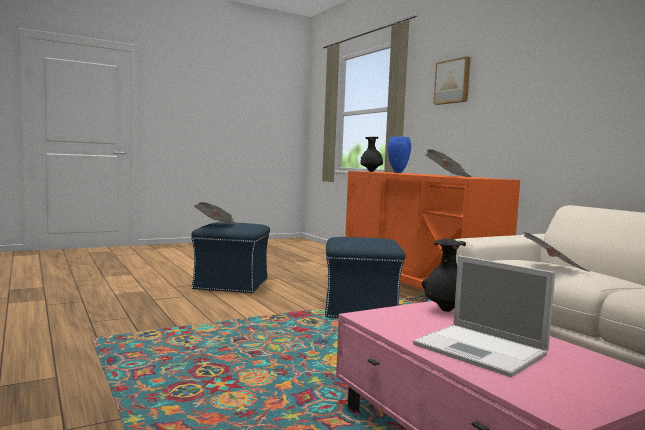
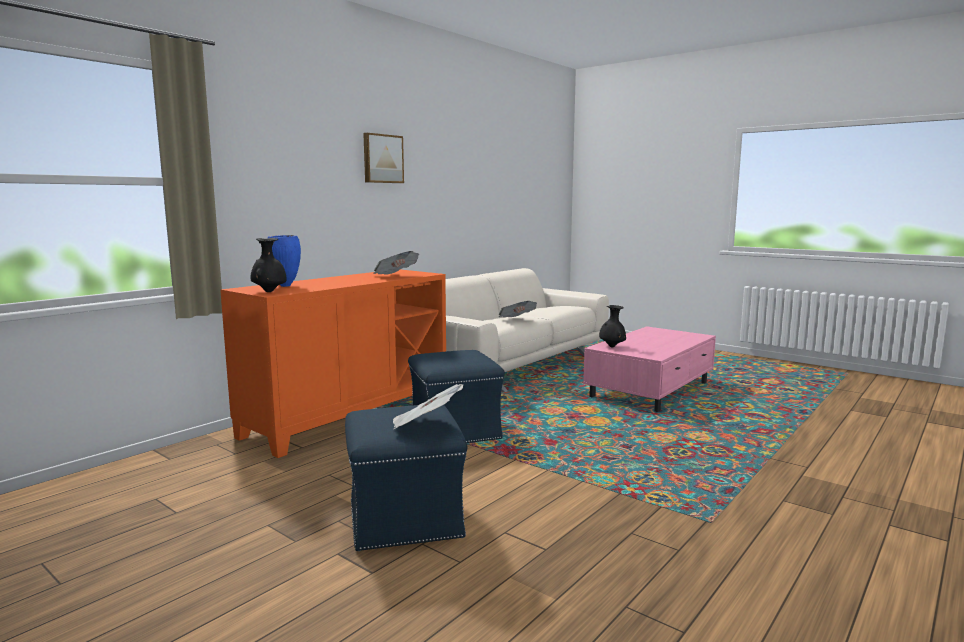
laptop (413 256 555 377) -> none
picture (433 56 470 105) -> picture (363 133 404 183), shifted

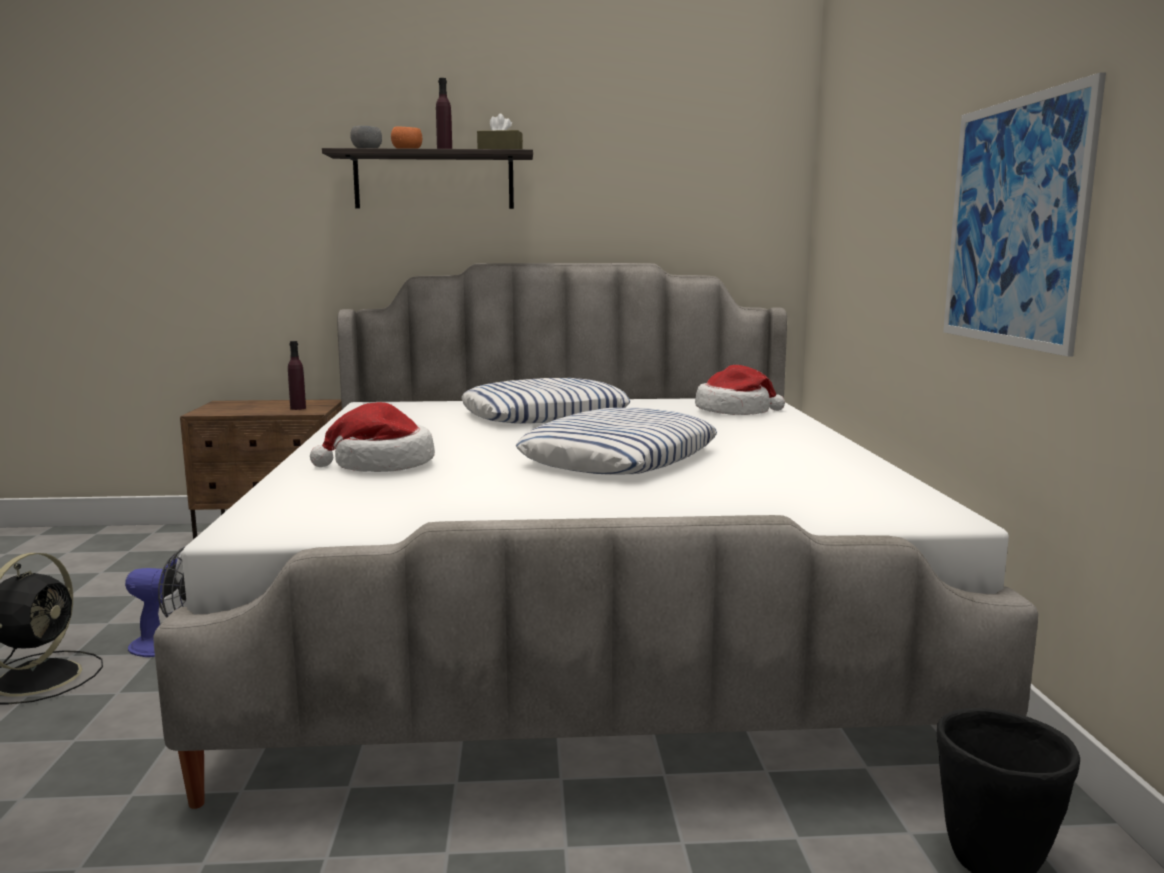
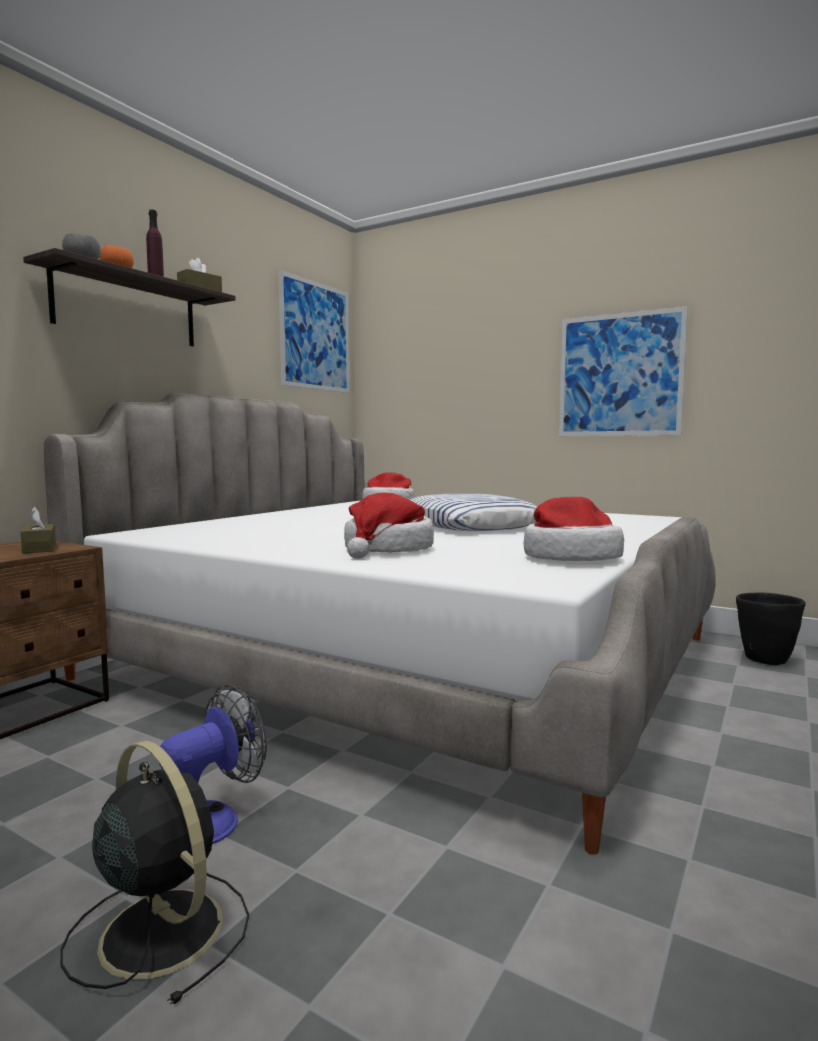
pillow (461 378 630 424) -> none
none -> picture (278 270 349 393)
none -> hat (523 497 624 561)
bottle (purple) (288 341 306 410) -> tissue box (brown) (20 507 56 554)

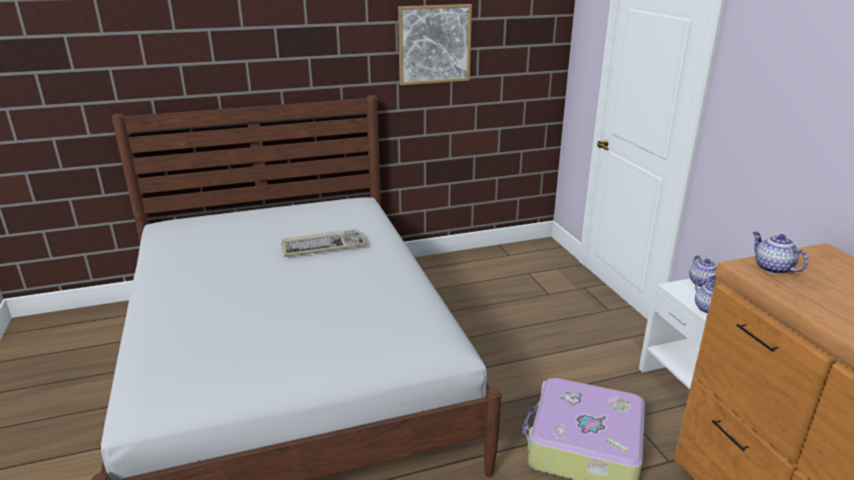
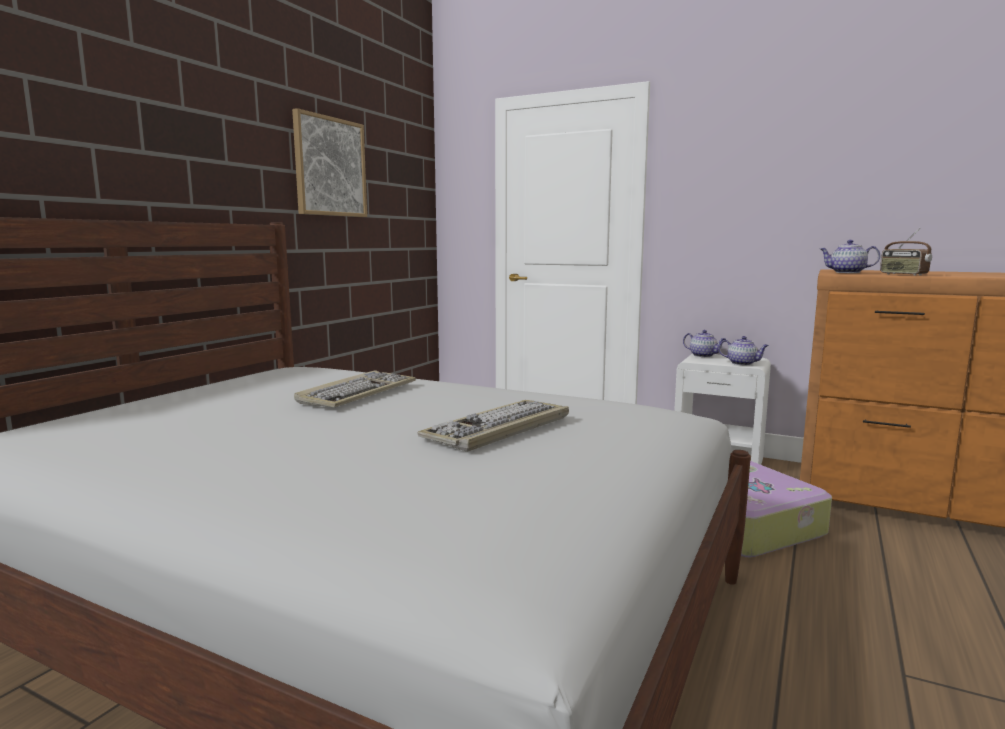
none -> keyboard (417 400 569 452)
none -> radio (880 228 932 275)

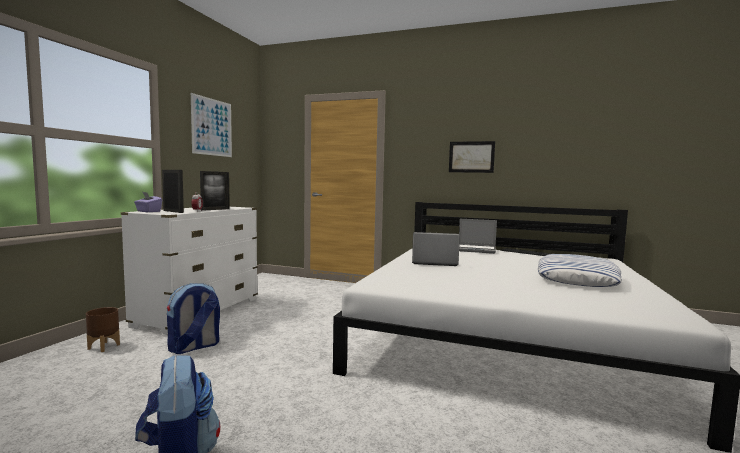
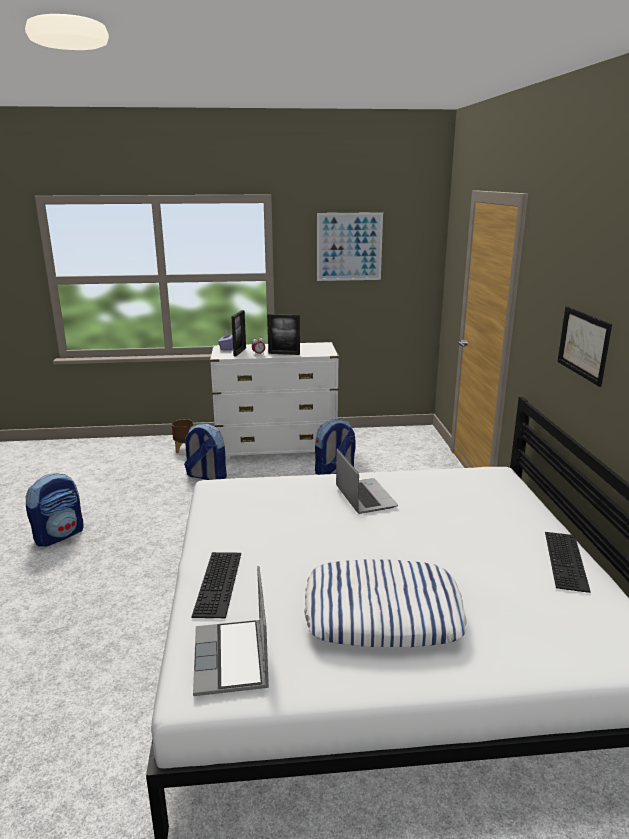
none -> keyboard (191 552 241 618)
none -> backpack (315 419 356 475)
laptop (459 219 497 254) -> laptop (193 566 269 696), shifted

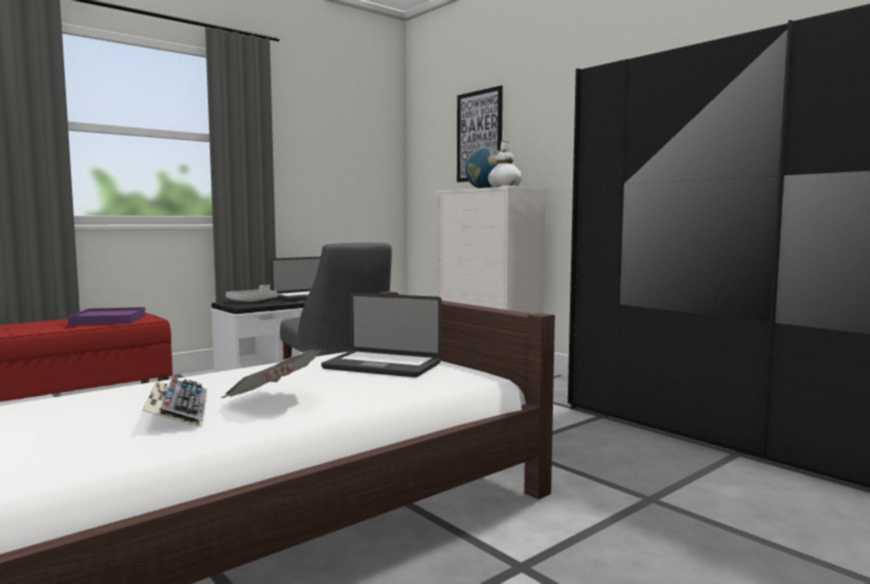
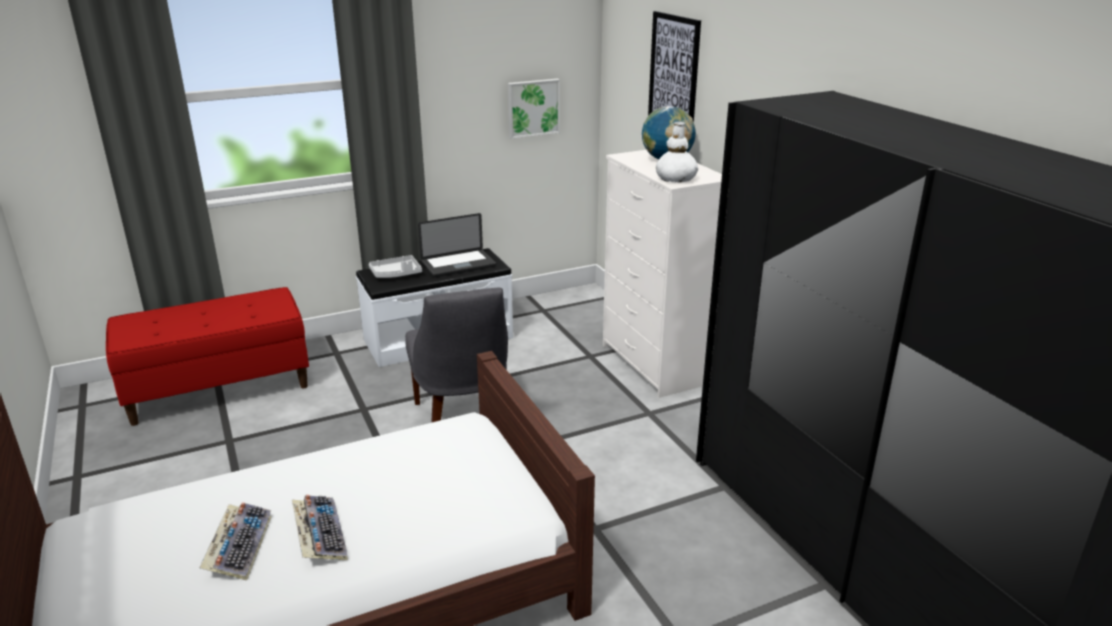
tray (purple) (68 307 145 325) -> none
laptop (321 293 442 377) -> none
none -> picture (508 79 560 139)
newspaper (221 349 321 398) -> keyboard (292 495 348 560)

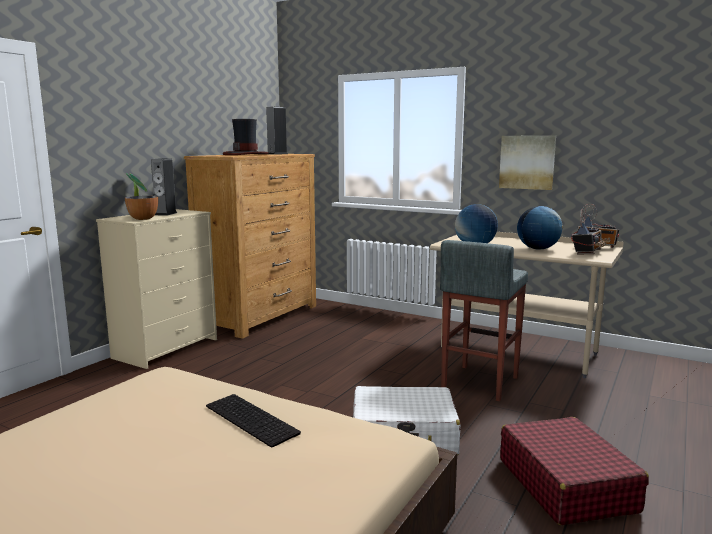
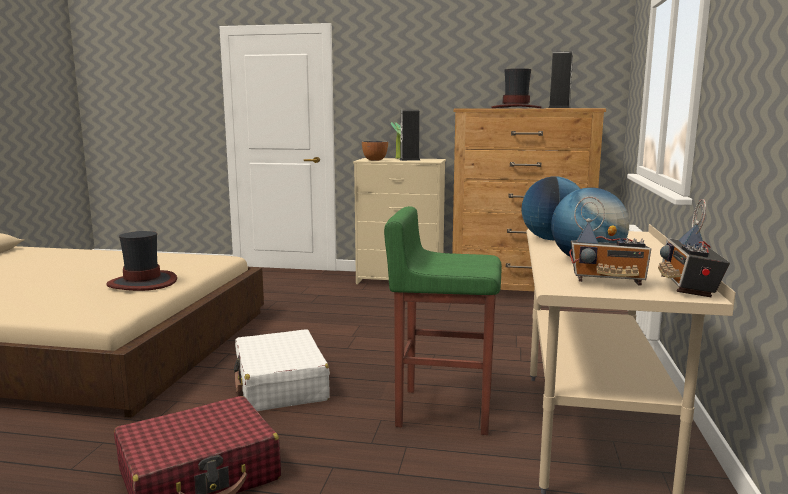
picture (499 135 556 190) -> none
keyboard (206 394 301 448) -> hat (106 231 177 291)
stool (grey) (440 240 528 401) -> stool (green) (384 206 502 435)

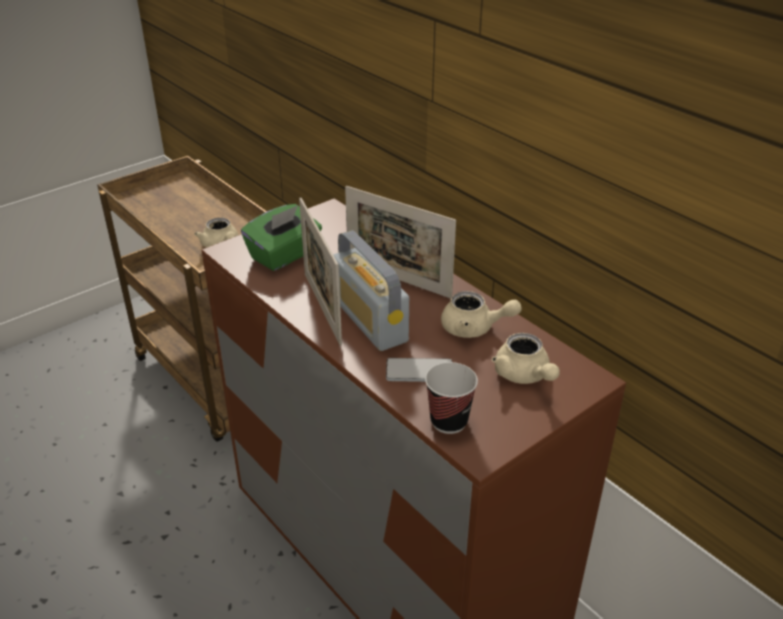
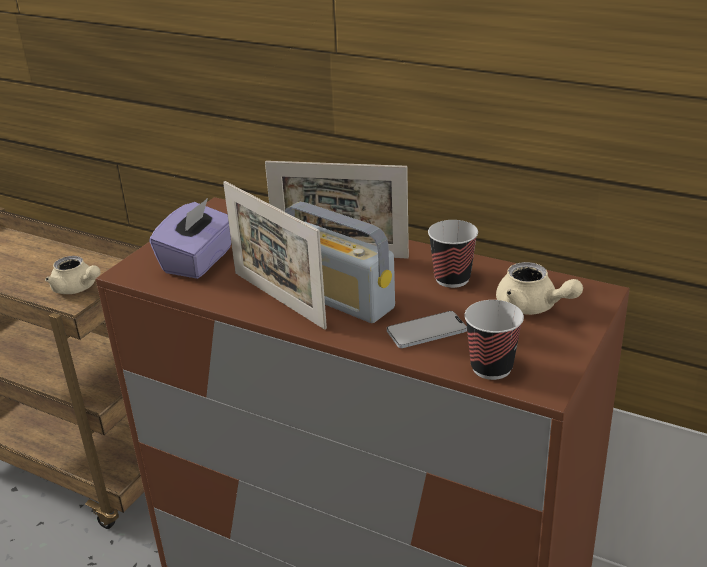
teapot (beige) (441 291 522 338) -> cup (428 220 478 288)
tissue box (green) (241 204 322 271) -> tissue box (purple) (149 198 231 279)

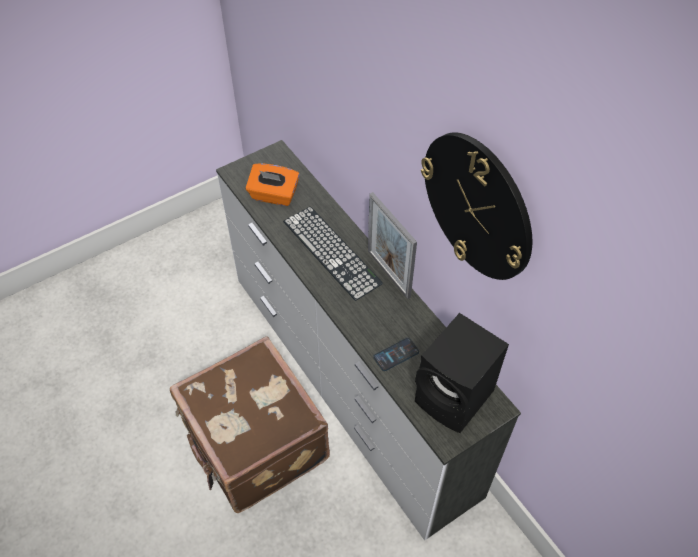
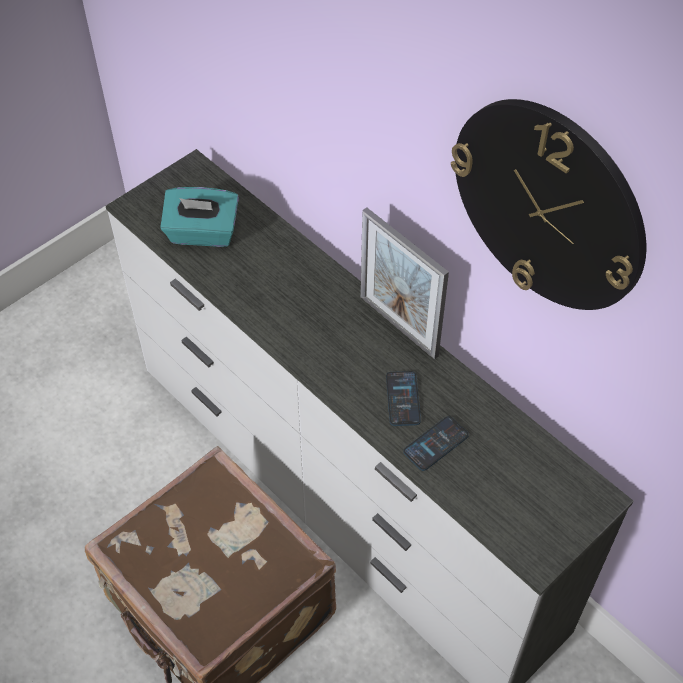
keyboard (283 206 383 301) -> none
speaker (black) (415 313 509 433) -> none
none -> phone (386 371 421 426)
tissue box (orange) (246 163 299 206) -> tissue box (turquoise) (160 187 239 247)

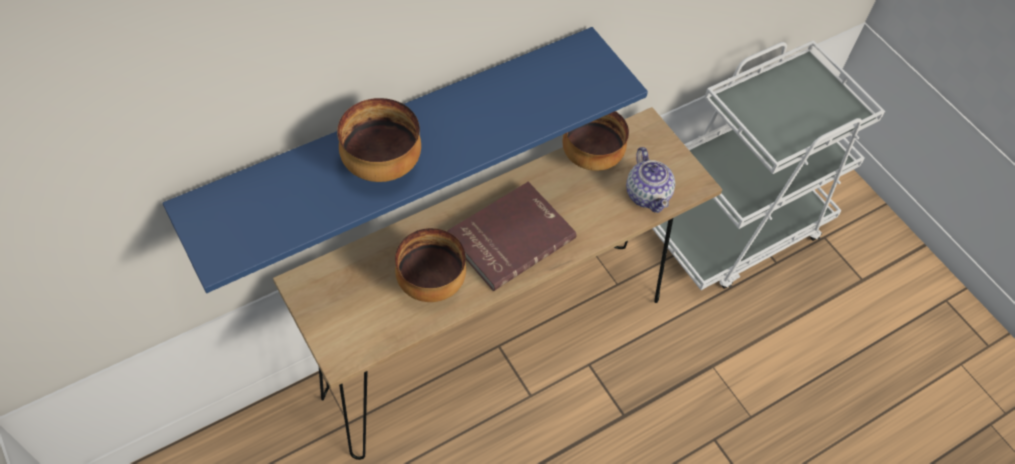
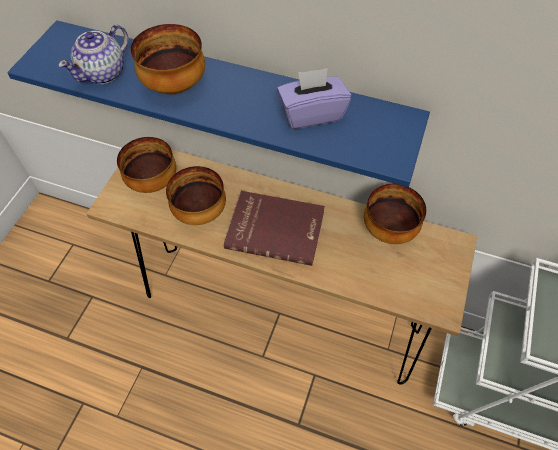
none -> bowl (117 137 176 193)
none -> tissue box (purple) (277 68 352 129)
teapot (626 147 675 213) -> teapot (58 25 129 84), shifted

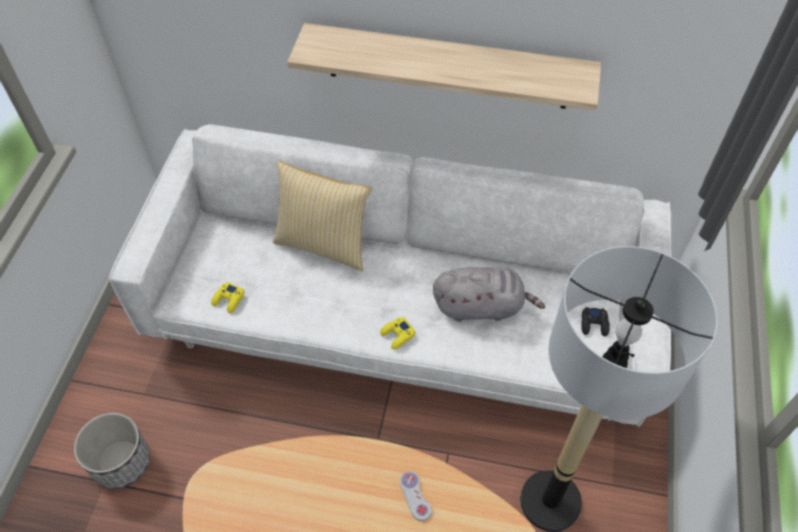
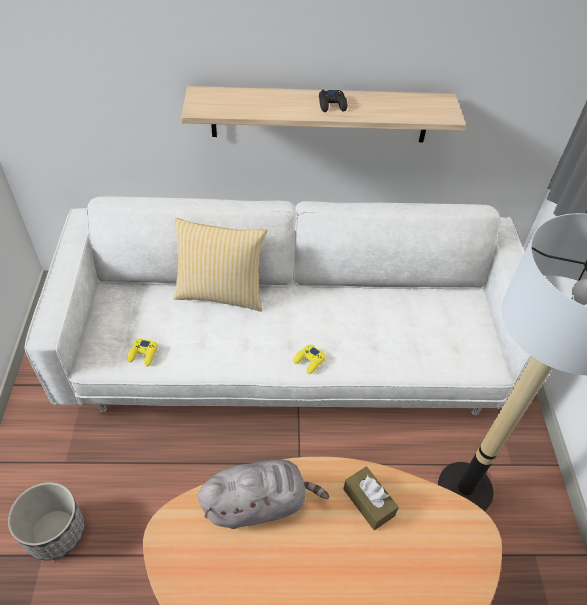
plush toy (grey) (433 267 545 322) -> plush toy (grey) (198 460 330 529), shifted
game controller (black) (581 307 610 336) -> game controller (black) (319 90 347 112), shifted
game controller (white) (400 471 432 521) -> tissue box (brown) (343 466 399 530)

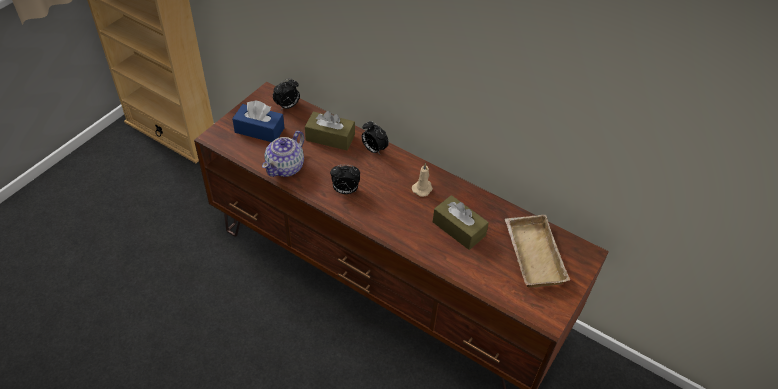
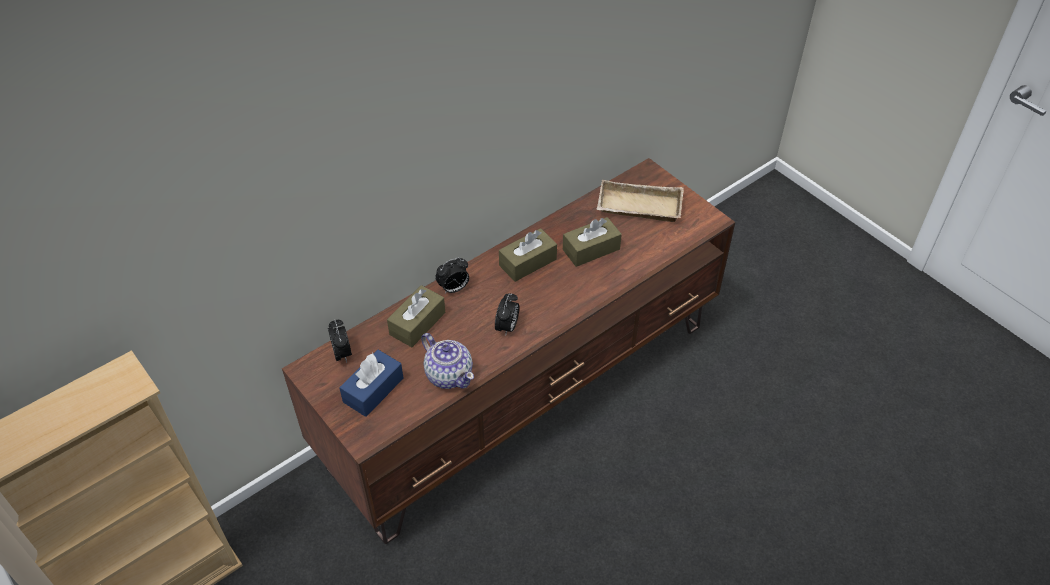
candle (beige) (412 163 433 197) -> tissue box (brown) (499 228 557 282)

